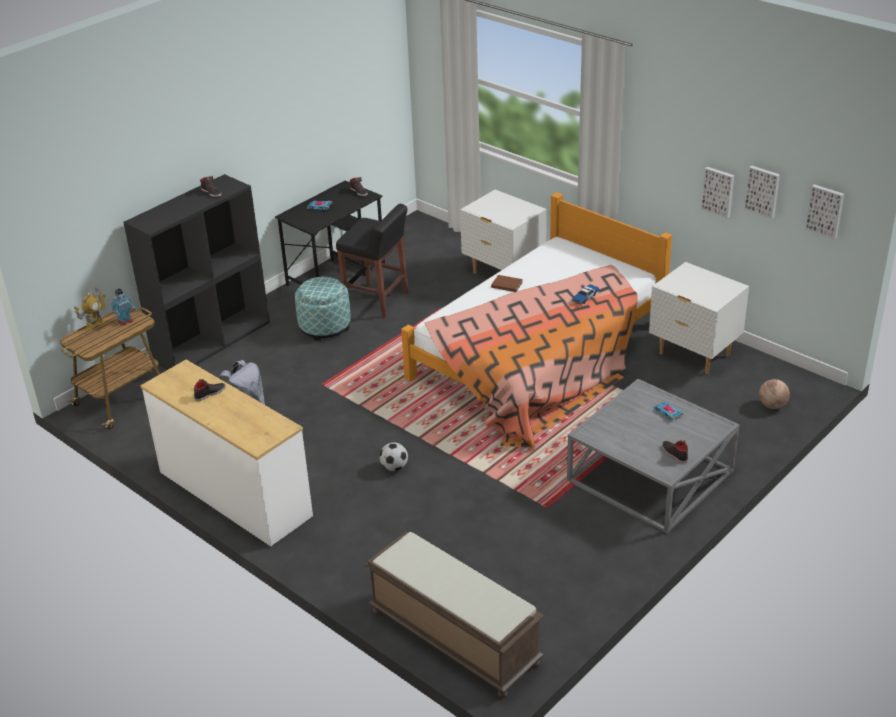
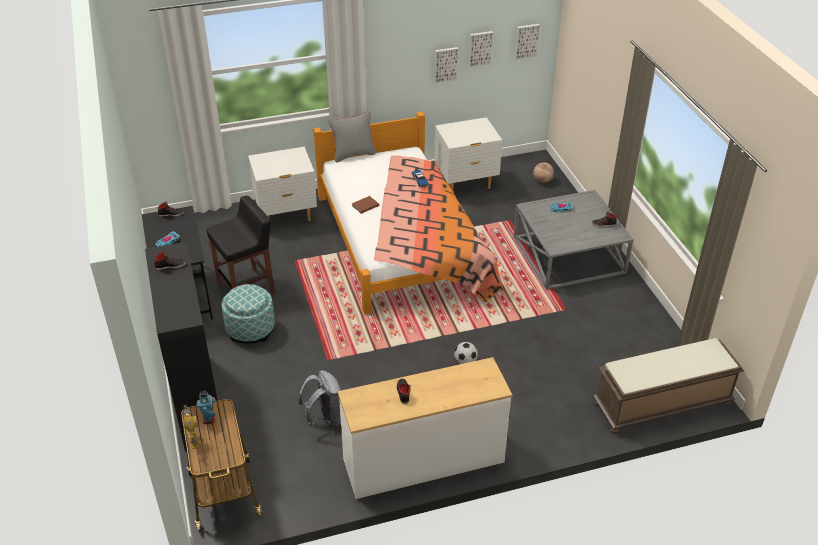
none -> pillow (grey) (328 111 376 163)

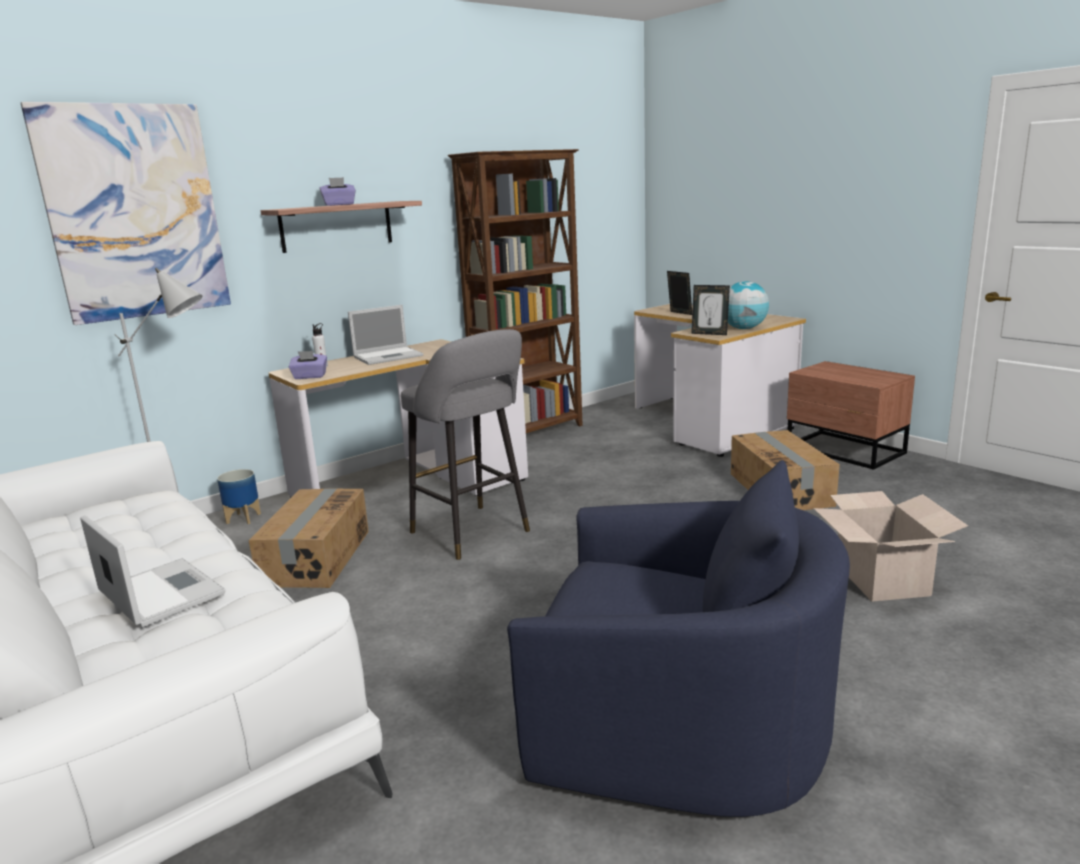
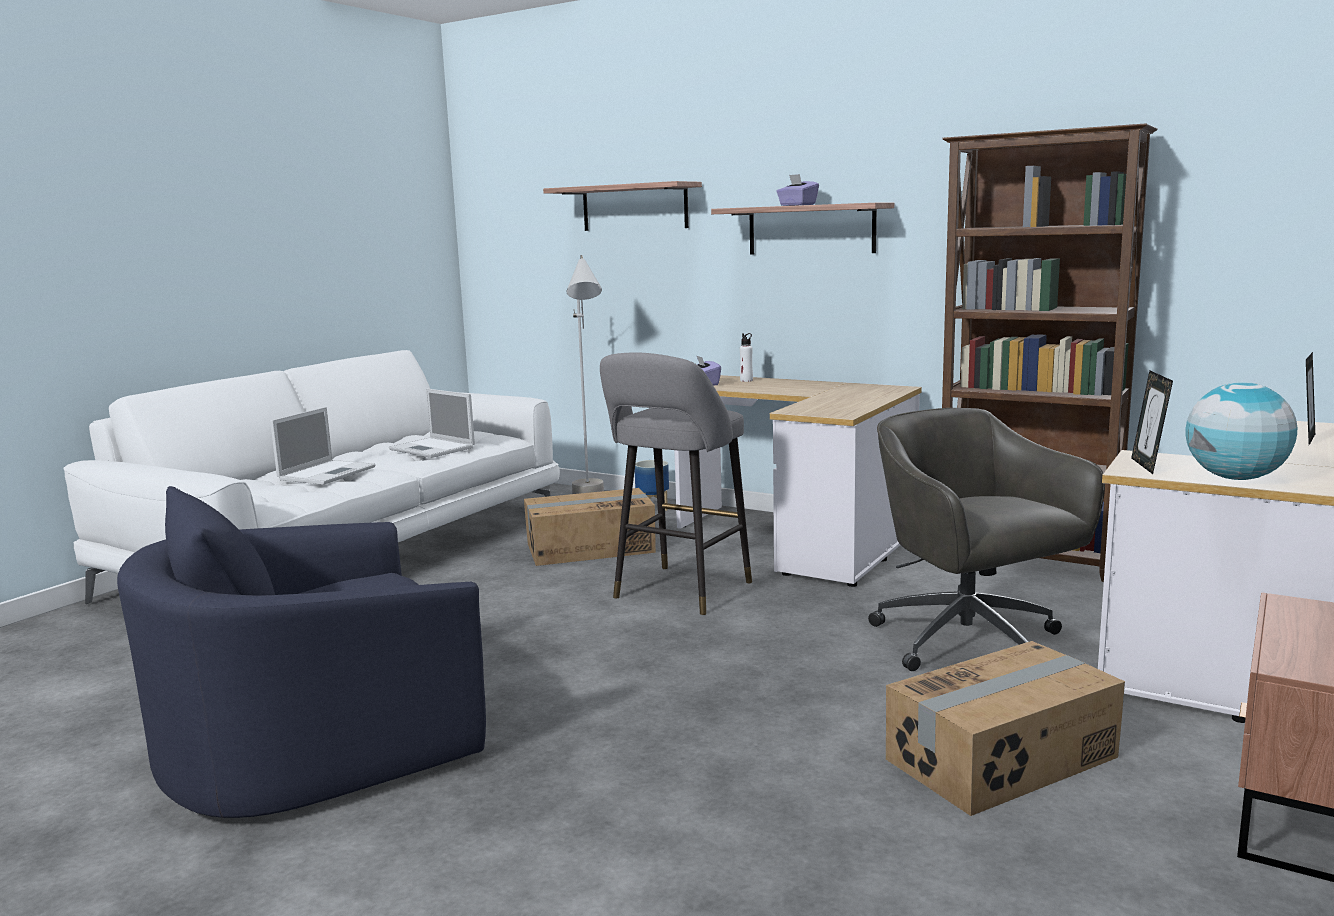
cardboard box (813 491 968 602) -> none
none -> office chair (grey) (868 408 1105 671)
laptop (348 305 423 365) -> laptop (389 389 475 458), shifted
picture (21 102 231 325) -> shelf (543 181 702 231)
armchair (blue) (507 460 850 817) -> armchair (blue) (117 486 486 818), 60 degrees clockwise

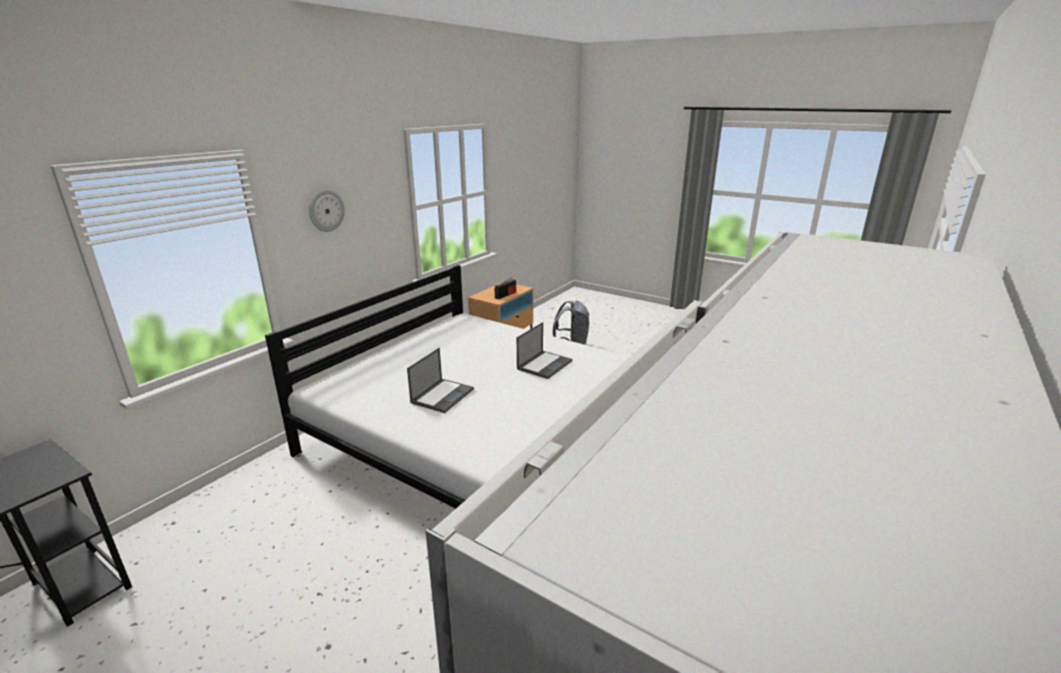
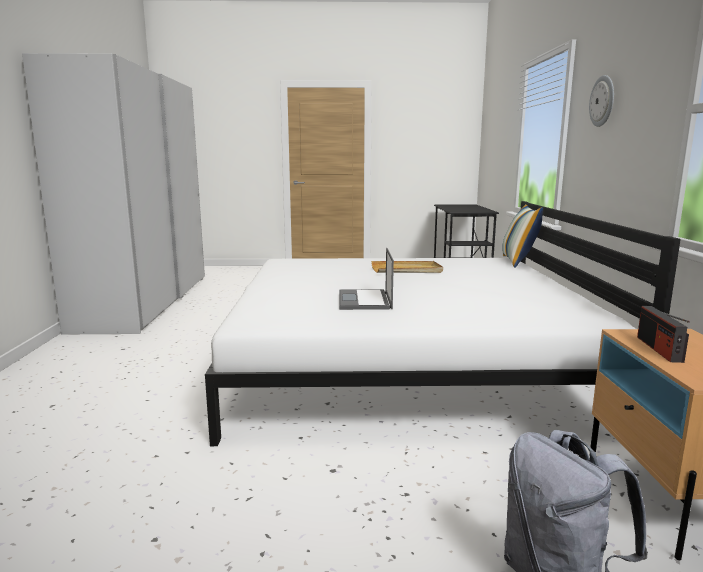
none -> pillow (502 202 543 268)
laptop (407 348 474 413) -> tray (beige) (371 261 443 273)

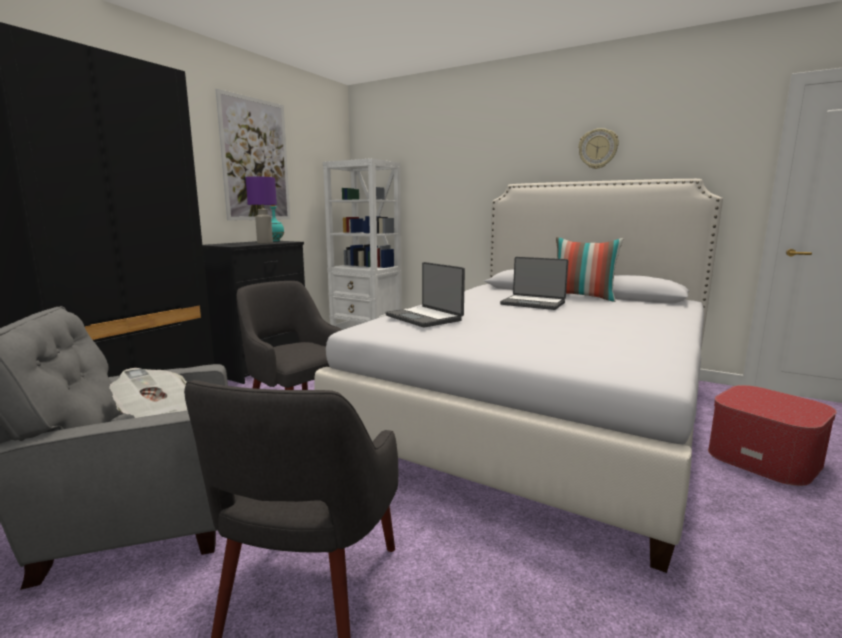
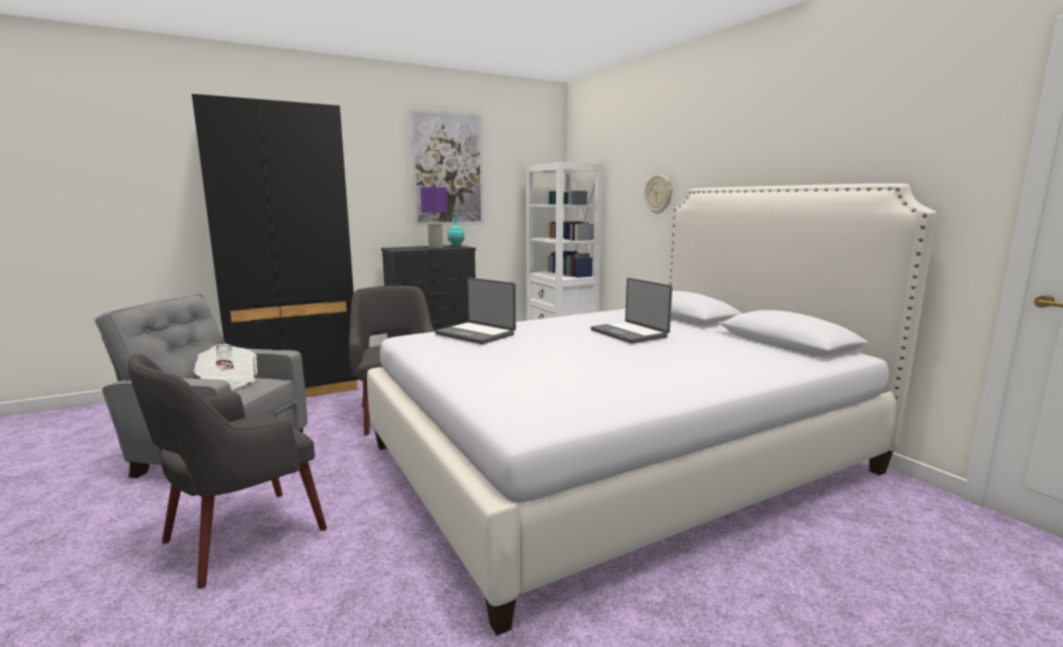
pillow (556 237 623 302) -> none
ottoman (708 385 837 486) -> none
wall clock (578 128 619 169) -> wall clock (645 175 672 214), shifted
laptop (385 262 465 328) -> laptop (435 278 516 344), 45 degrees counterclockwise

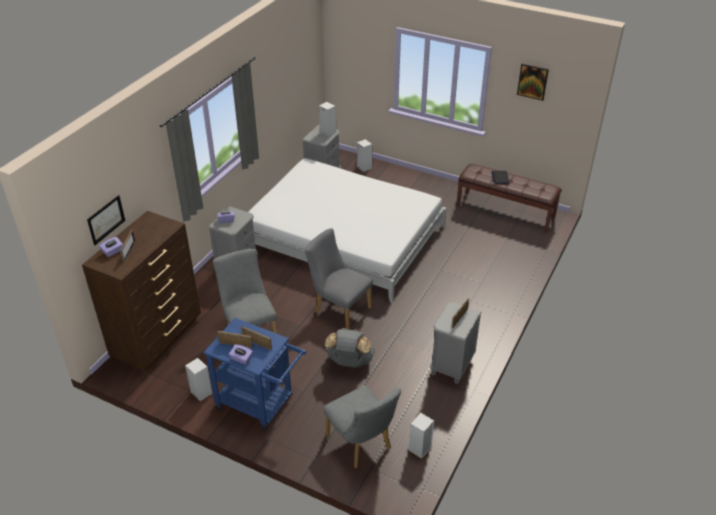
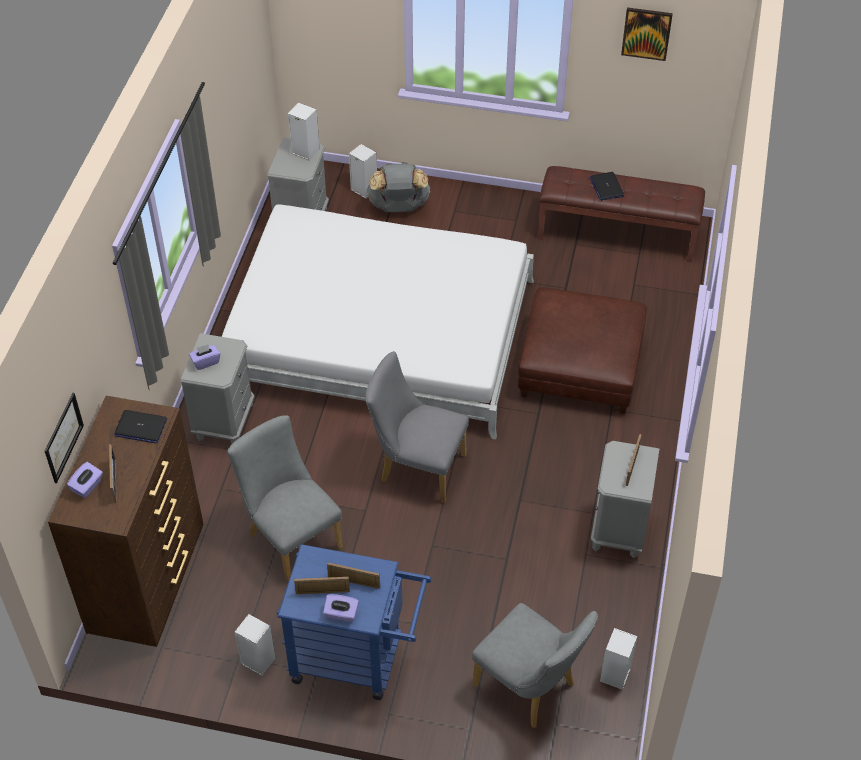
none -> laptop (114 410 167 443)
none -> ottoman (brown) (518 287 647 414)
backpack (grey) (325 328 375 368) -> backpack (grey) (367 162 431 212), shifted

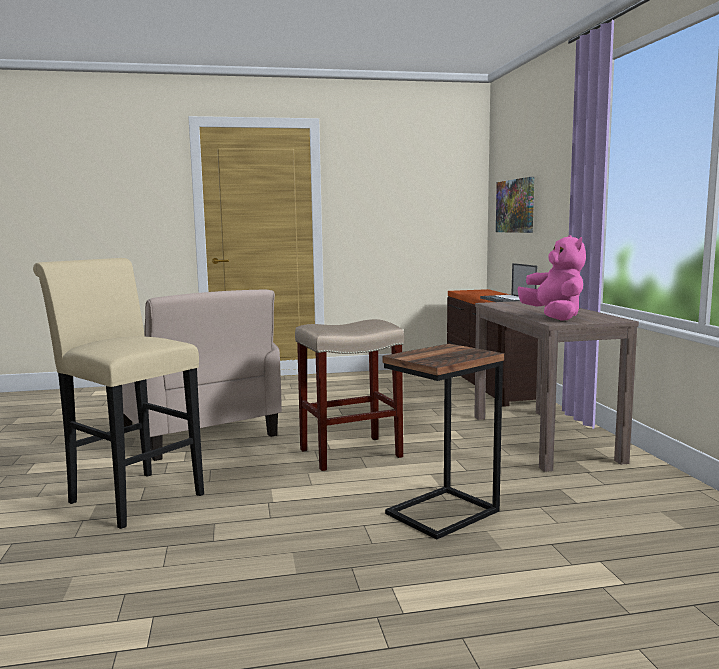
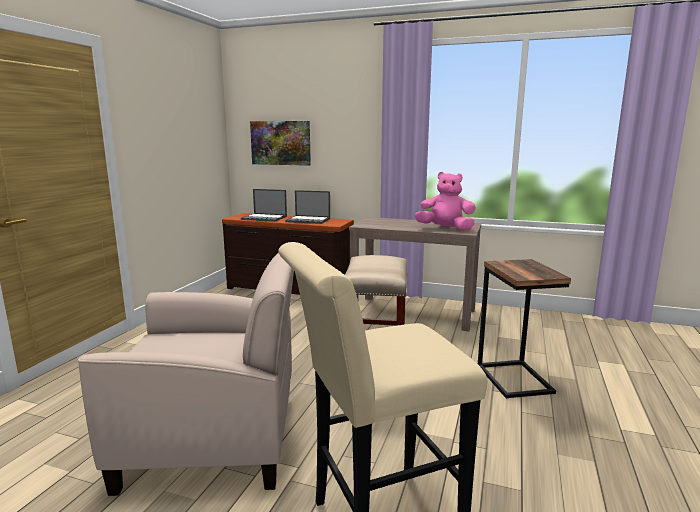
none -> laptop (241 189 287 222)

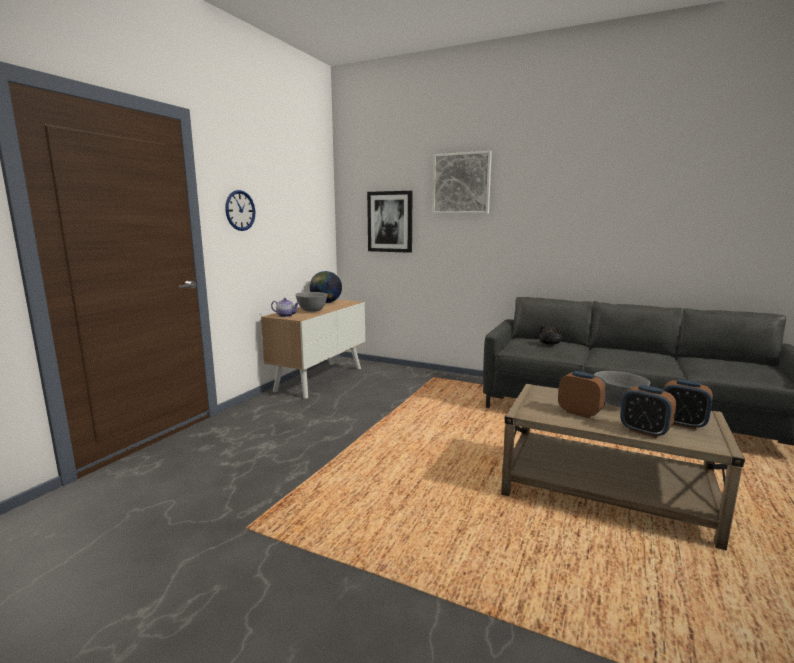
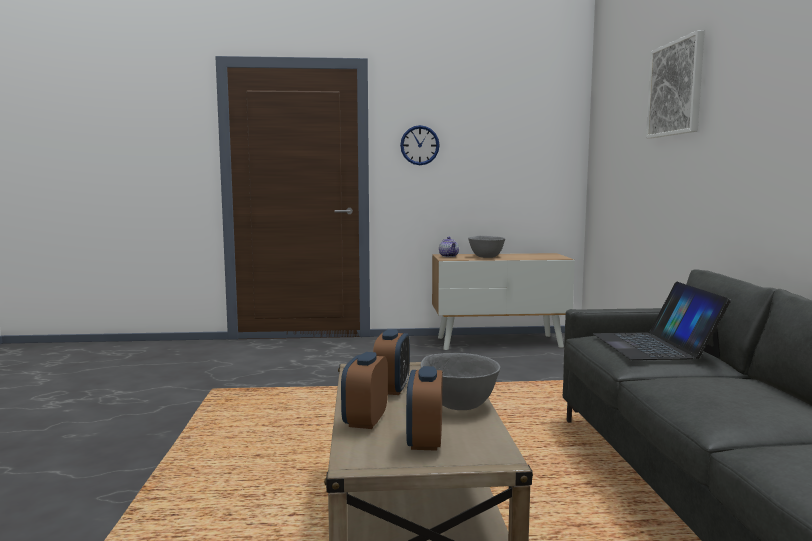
globe (310 271 342 303) -> none
picture (367 191 412 253) -> none
plush toy (black) (539 325 562 345) -> laptop (593 282 731 360)

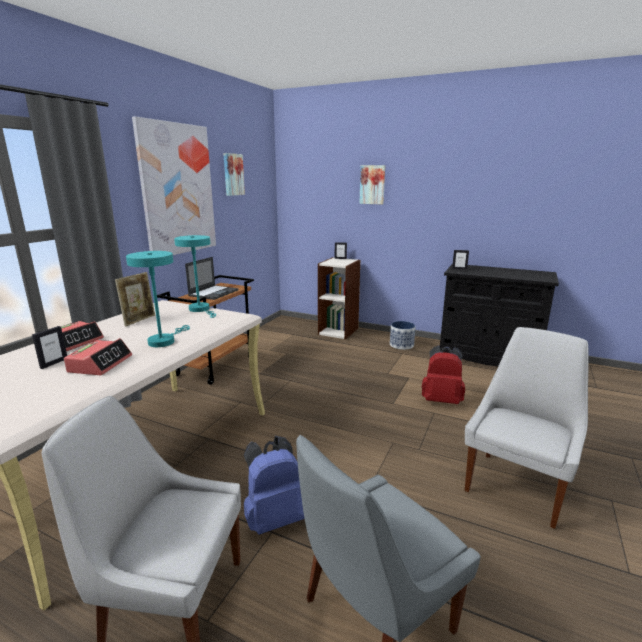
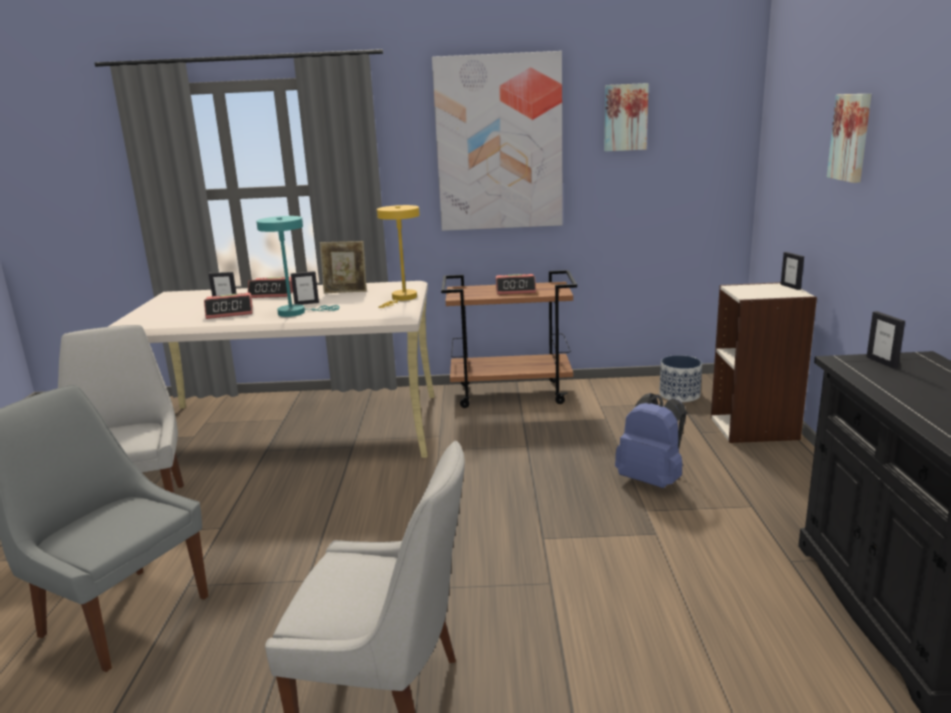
backpack (red) (422 346 465 404) -> none
none -> picture frame (291 271 319 305)
backpack (blue) (244 436 305 535) -> backpack (blue) (615 393 687 488), shifted
planter (390 321 416 350) -> planter (659 355 702 402), shifted
laptop (185 257 239 300) -> alarm clock (496 274 536 295)
table lamp (turquoise) (174 235 216 318) -> table lamp (yellow) (377 205 420 308)

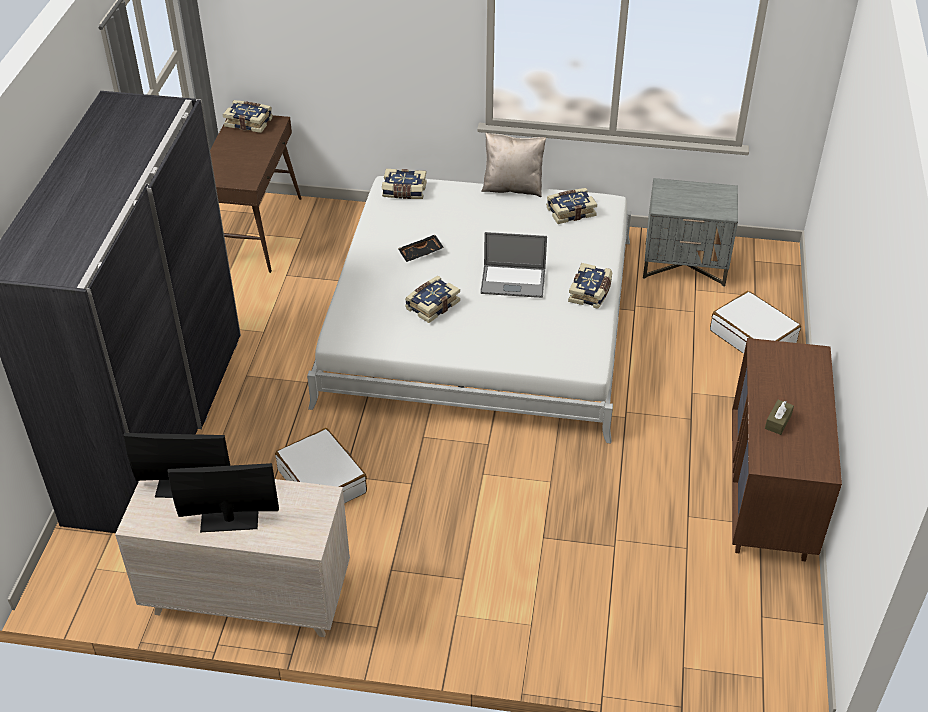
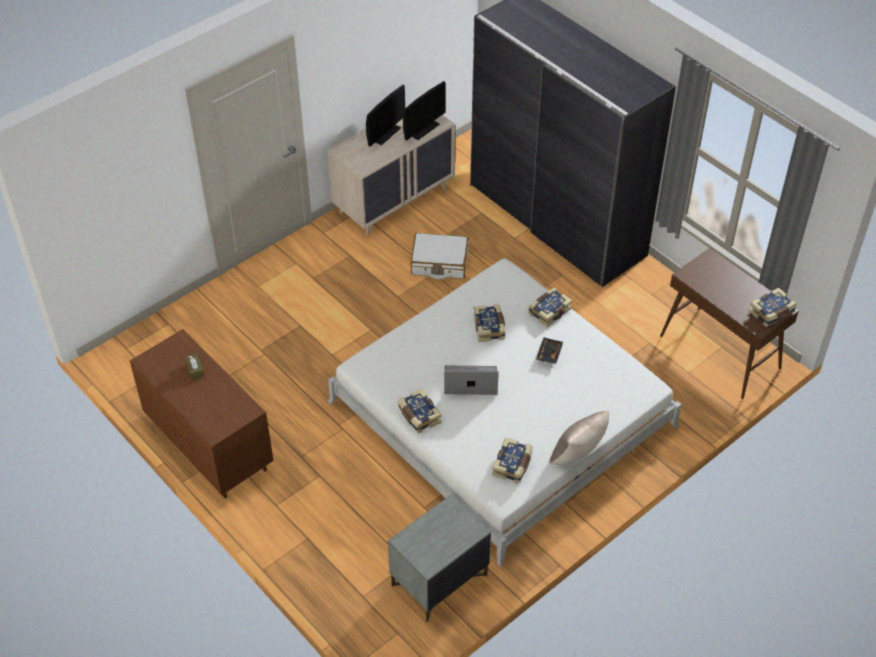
suitcase (white) (710 291 801 354) -> none
book (382 169 426 199) -> book (528 288 572 327), shifted
laptop (480 232 547 298) -> laptop (444 366 499 395), 45 degrees clockwise

